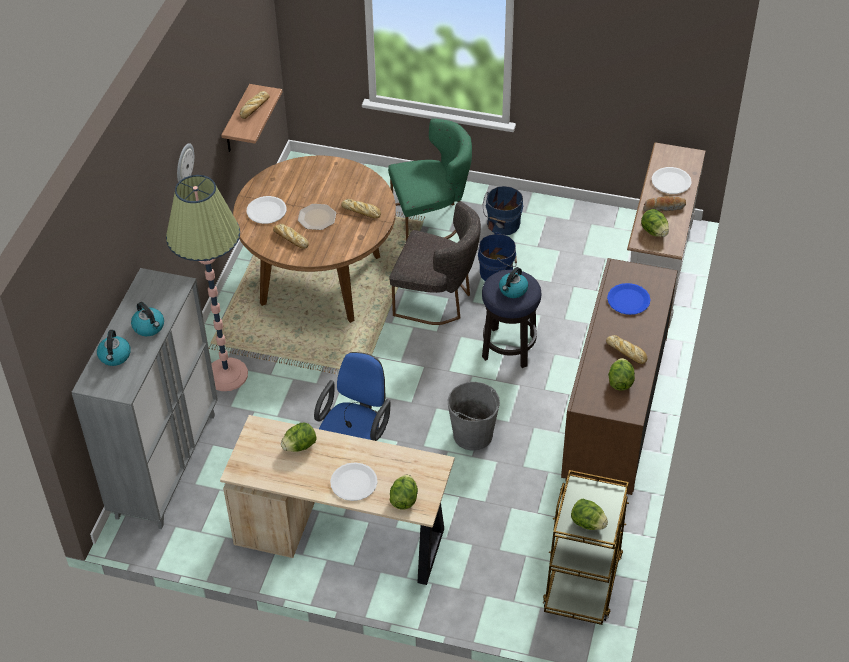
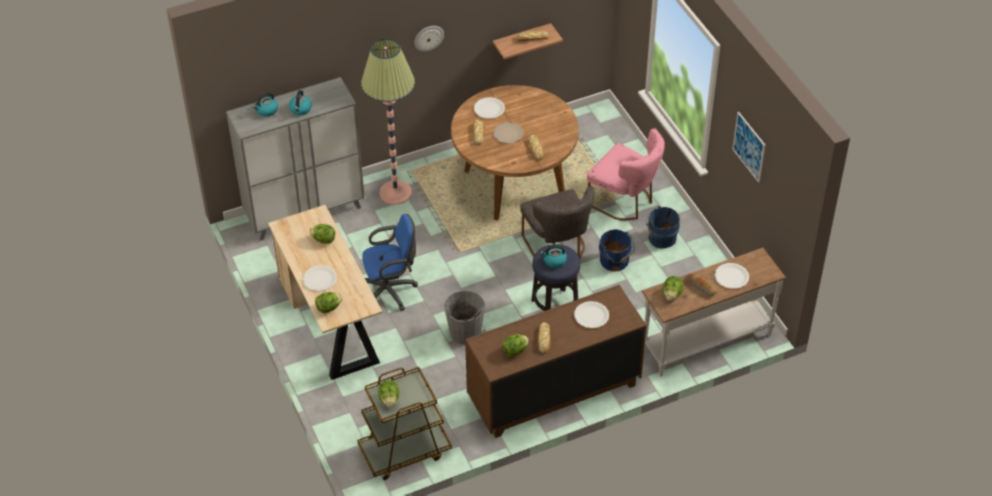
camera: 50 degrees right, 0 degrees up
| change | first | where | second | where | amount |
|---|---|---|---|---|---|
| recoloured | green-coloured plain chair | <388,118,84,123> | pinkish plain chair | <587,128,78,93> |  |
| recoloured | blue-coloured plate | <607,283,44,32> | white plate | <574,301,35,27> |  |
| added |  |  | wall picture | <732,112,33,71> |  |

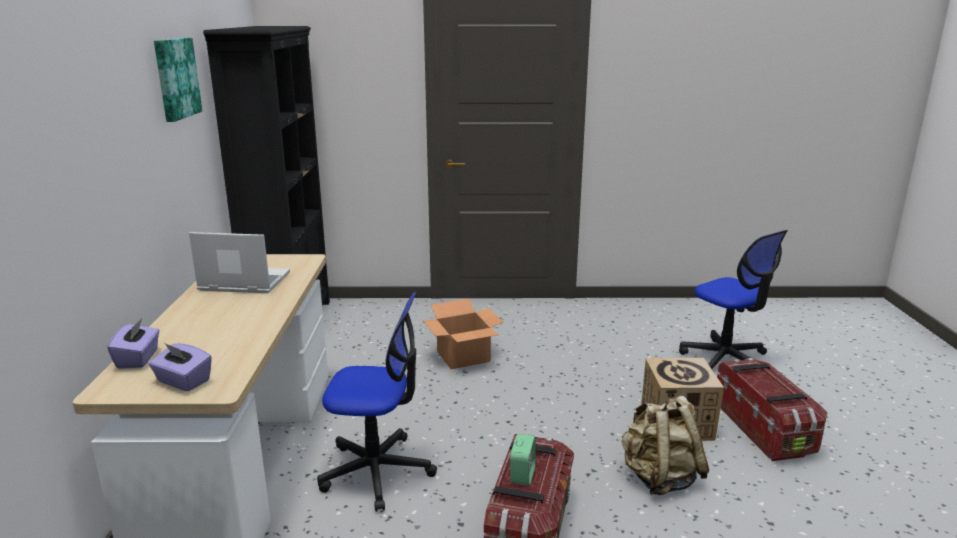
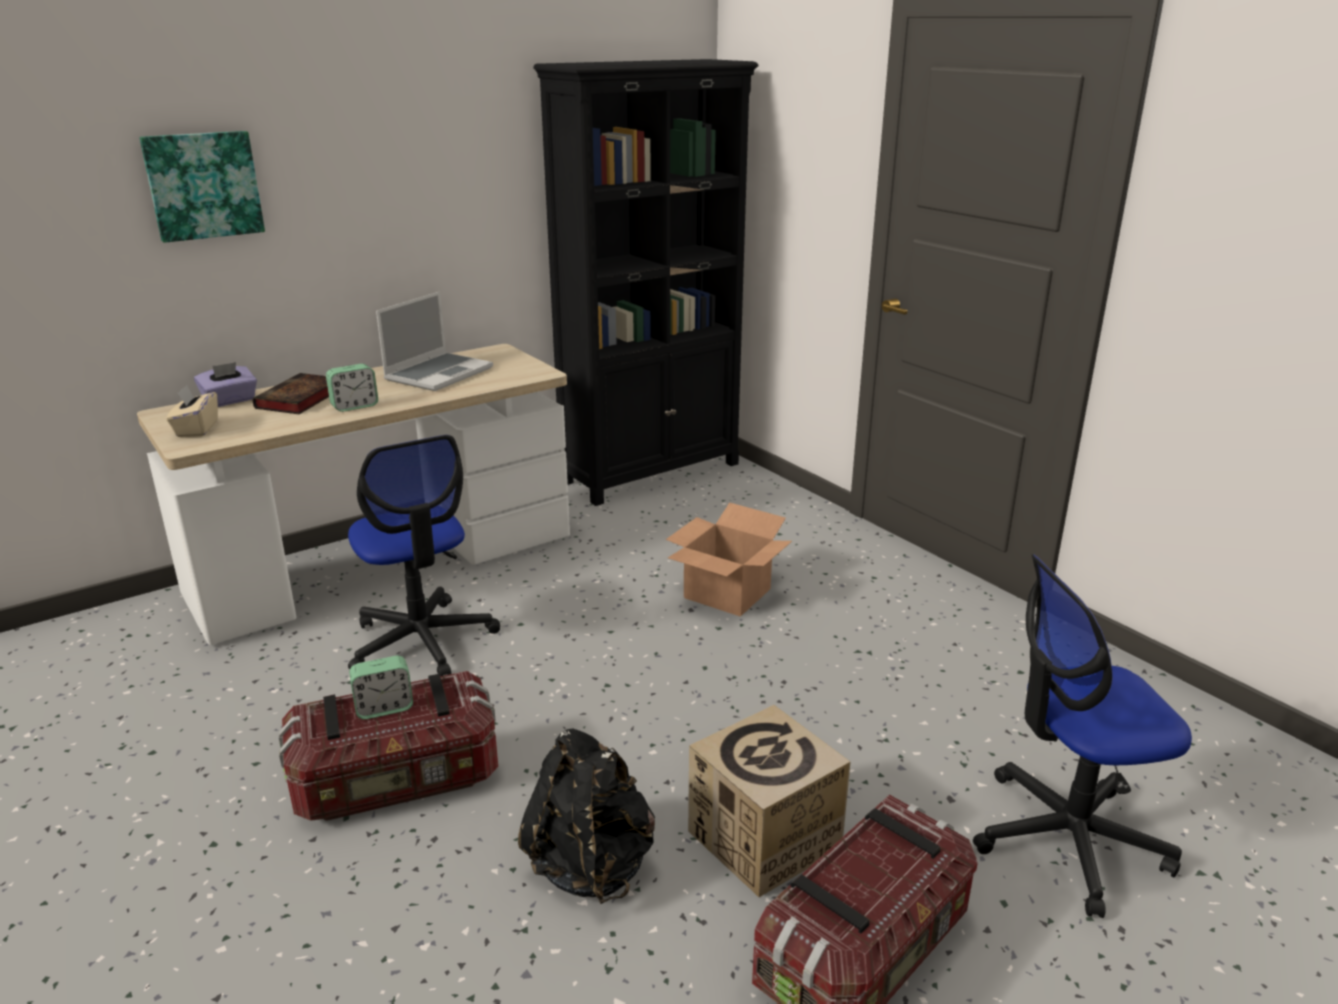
camera: 55 degrees right, 5 degrees up
| change | first | where | second | where | amount |
|---|---|---|---|---|---|
| moved | wall picture | <154,38,48,84> |  | <139,131,126,112> |  |
| turned | computer chair | <679,230,109,139> |  | <973,554,219,364> | 60 degrees clockwise |
| turned | notebook computer | <189,232,101,61> |  | <376,292,117,99> | 60 degrees clockwise |
| recoloured | purple-coloured tissue holder | <149,343,63,48> | beige tissue holder | <166,385,52,52> |  |
| recoloured | beige knapsack | <621,396,88,99> | black-coloured knapsack | <518,728,137,176> |  |
| added |  |  | alarm clock | <326,364,52,48> |  |
| added |  |  | volume | <253,373,76,41> |  |

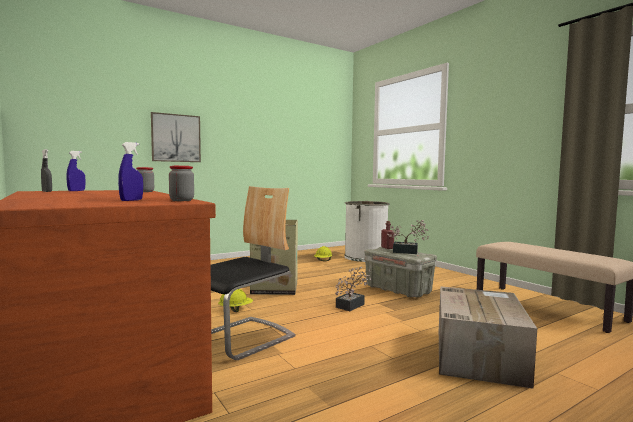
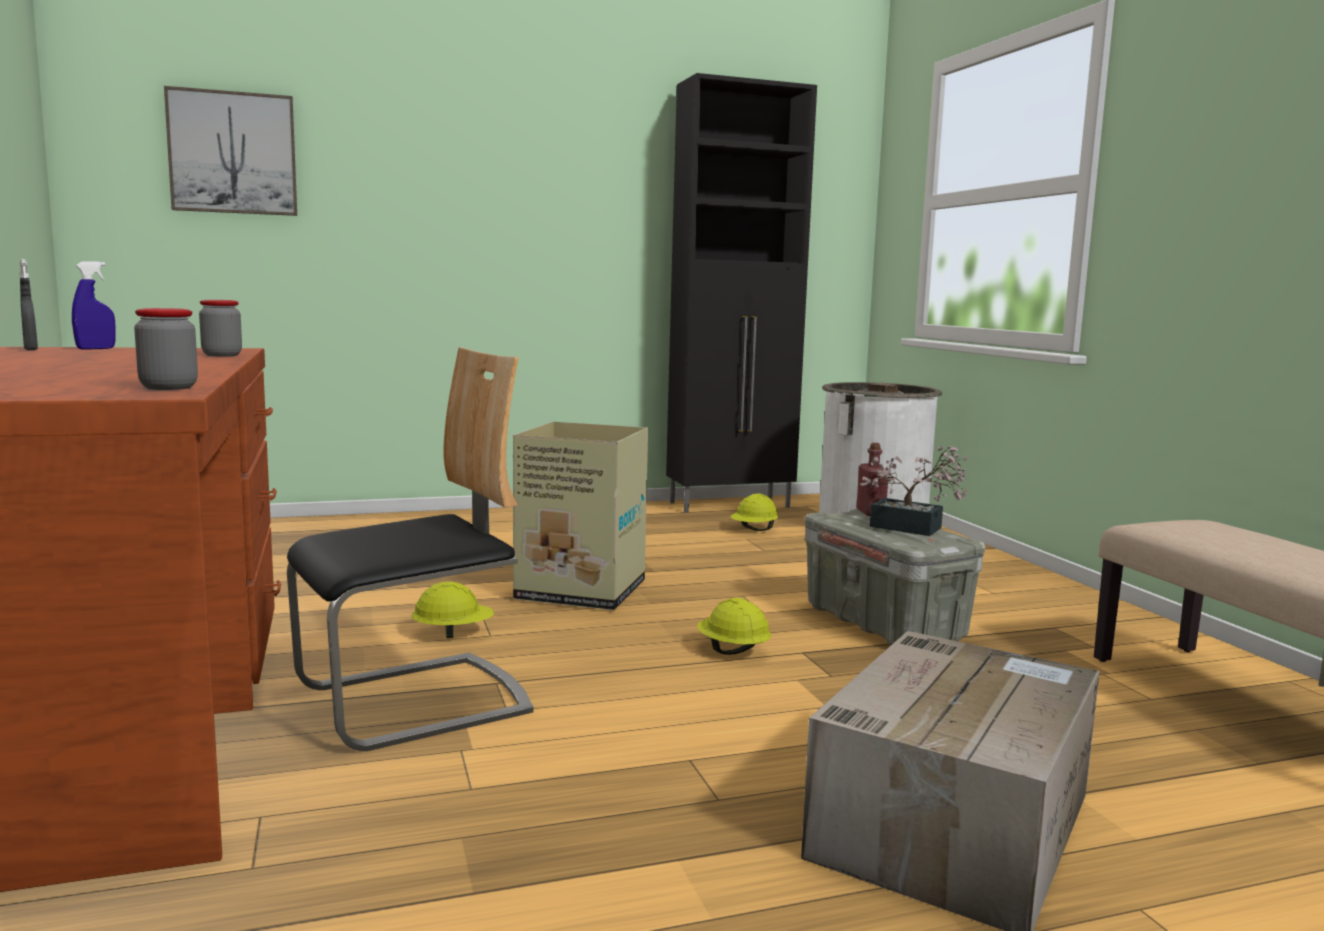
camera: 15 degrees right, 5 degrees up
| change | first | where | second | where | amount |
|---|---|---|---|---|---|
| moved | wall picture | <151,112,50,50> |  | <164,86,133,130> |  |
| removed | blue-coloured hand sprayer | <118,142,25,59> |  |  |  |
| replaced | houseplant | <335,267,37,44> | yellowish safety helmet | <697,598,74,57> |  |
| added |  |  | black-coloured cabinet | <666,73,151,440> |  |

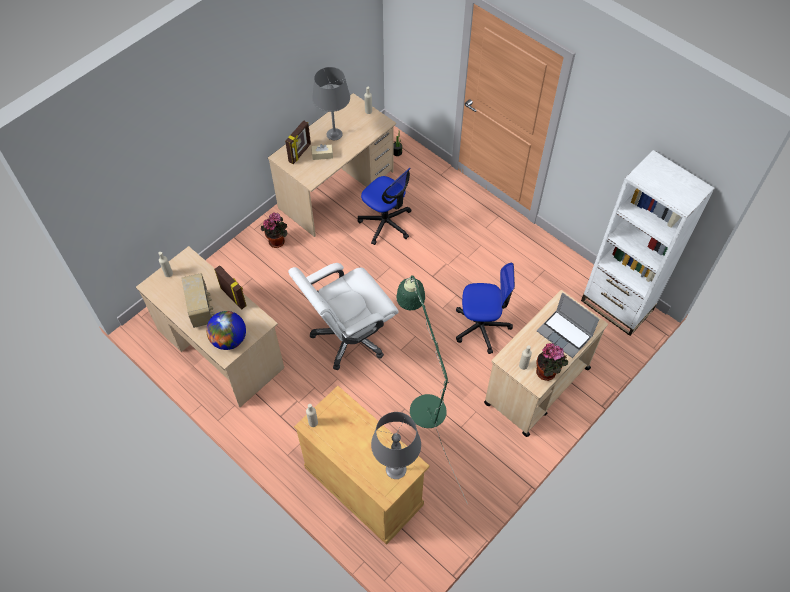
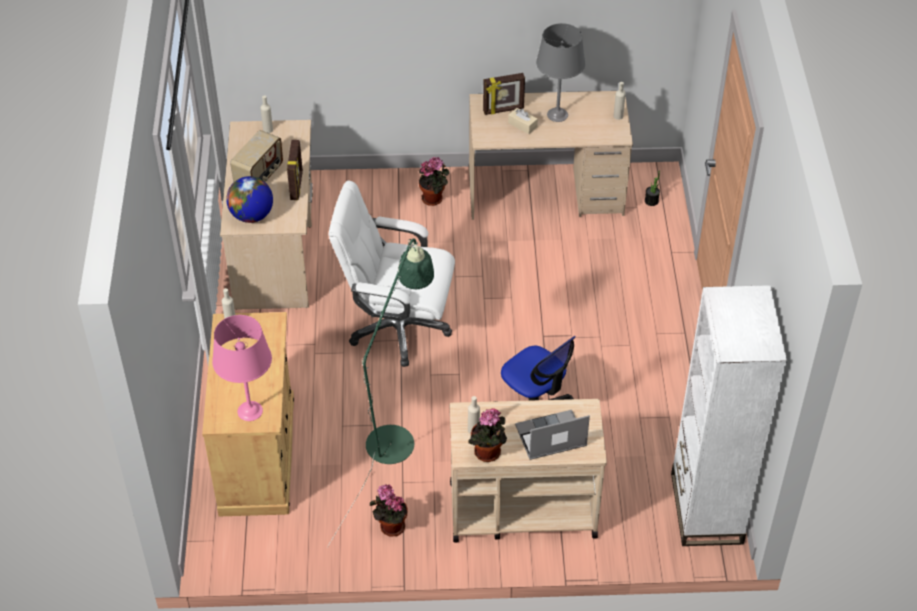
camera: 45 degrees right, 10 degrees down
| change | first | where | second | where | amount |
|---|---|---|---|---|---|
| removed | computer chair | <358,168,54,77> |  |  |  |
| turned | notebook computer | <537,293,62,65> |  | <515,410,75,50> | 75 degrees clockwise |
| recoloured | greyish tabletop lamp | <371,412,50,67> | pinkish tabletop lamp | <212,315,60,106> |  |
| added |  |  | houseplant | <370,484,38,53> |  |

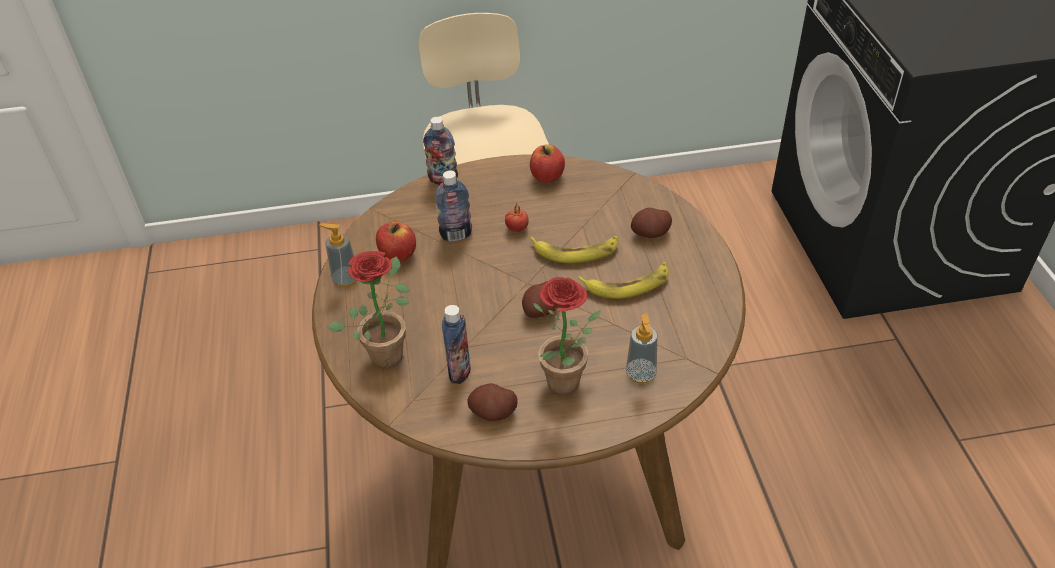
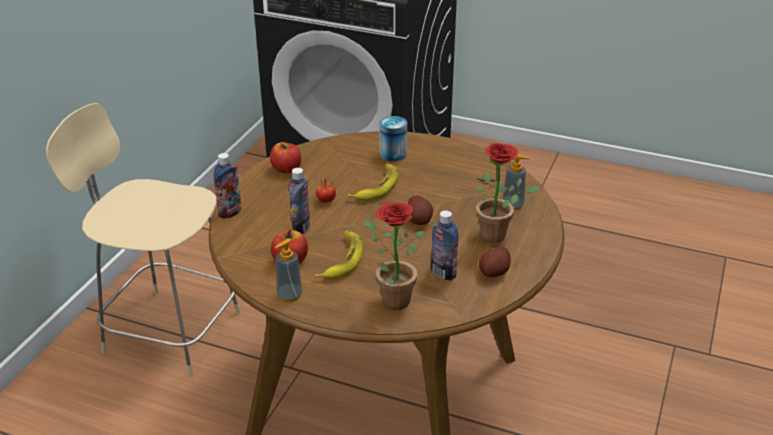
camera: 60 degrees left, 10 degrees down
| change | first | where | second | where | amount |
|---|---|---|---|---|---|
| replaced | whole potato | <631,208,41,30> | sealed can | <380,116,27,46> |  |
| moved | banana | <578,262,91,37> |  | <315,231,49,48> |  |

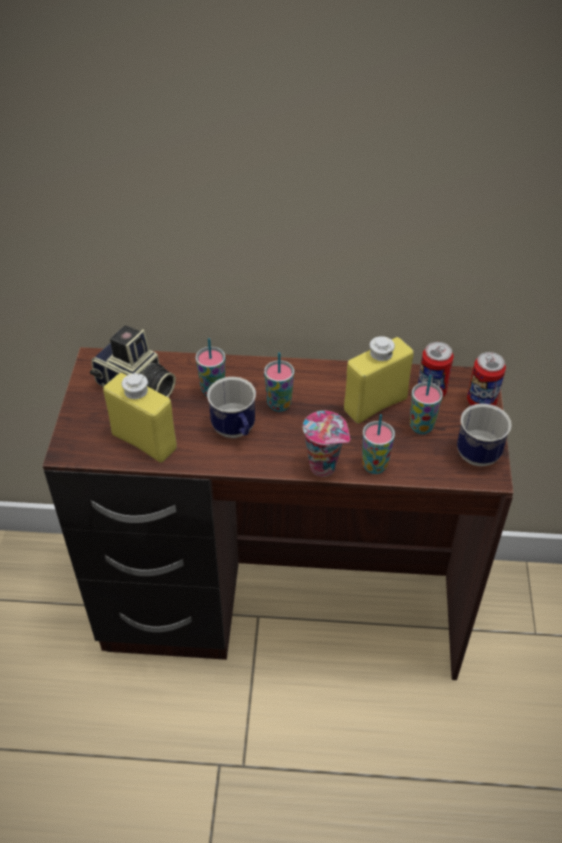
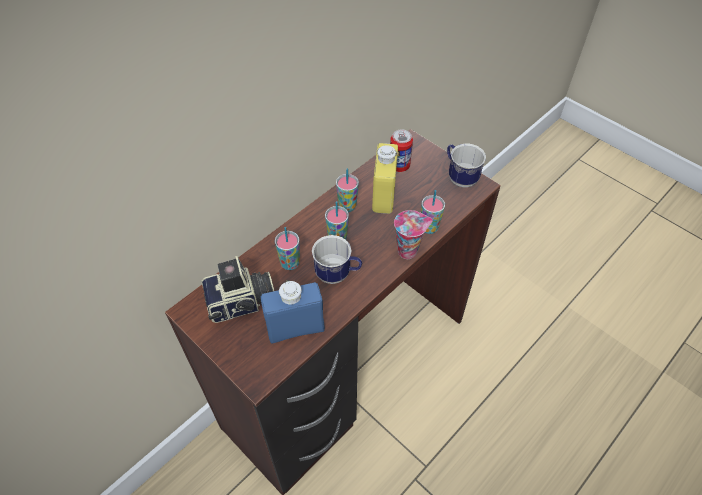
camera: 50 degrees left, 5 degrees up
| change | first | where | second | where | amount |
|---|---|---|---|---|---|
| removed | sealed can | <467,352,39,54> |  |  |  |
| recoloured | yellowish bottle | <103,373,74,90> | blue-coloured bottle | <261,280,64,64> |  |
| moved | cup | <410,375,33,59> |  | <336,168,23,44> |  |

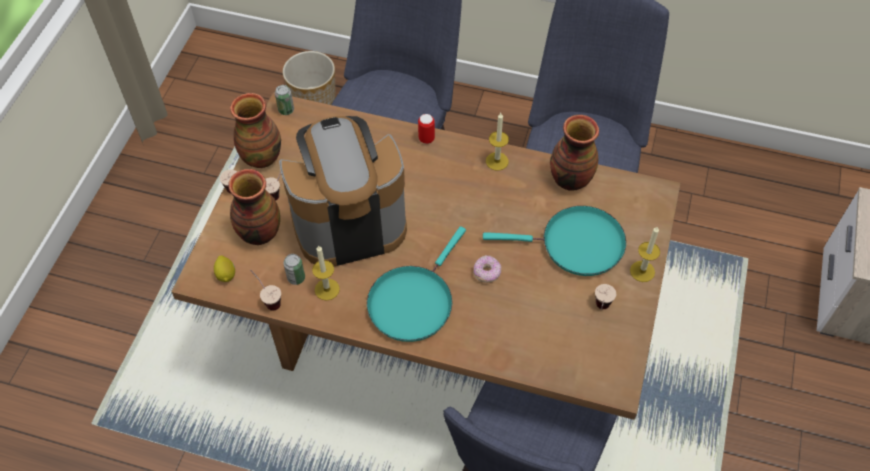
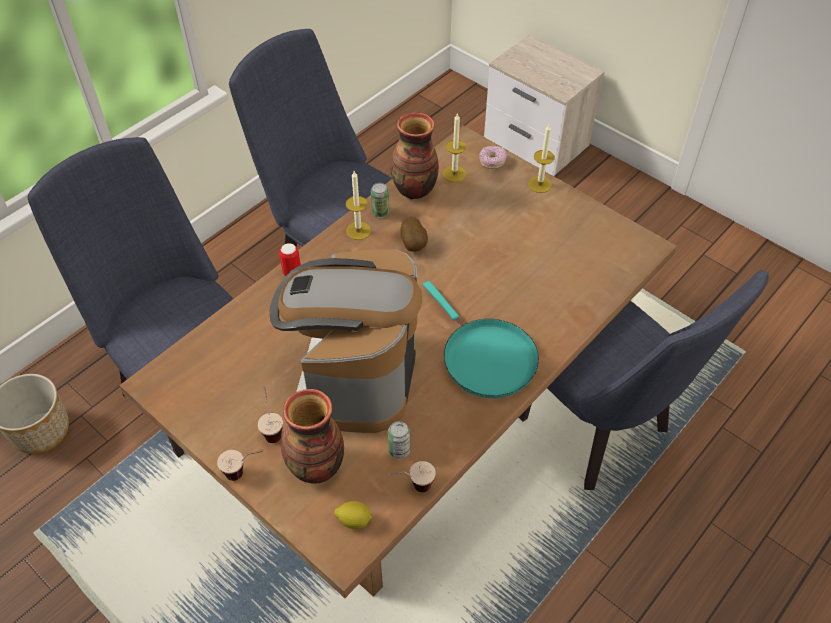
camera: 65 degrees left, 5 degrees down
| change | first | where | second | where | amount |
|---|---|---|---|---|---|
| moved | sealed can | <275,85,19,30> |  | <371,183,18,34> |  |
| removed | flower vase | <230,93,51,75> |  |  |  |
| removed | turquoise-coloured frying pan | <483,206,143,70> |  |  |  |
| moved | candle | <312,245,28,56> |  | <443,113,23,69> |  |
| moved | doughnut | <473,256,28,27> |  | <479,146,28,23> |  |
| removed | cup | <595,284,21,26> |  |  |  |
| added |  |  | whole potato | <401,217,27,35> |  |

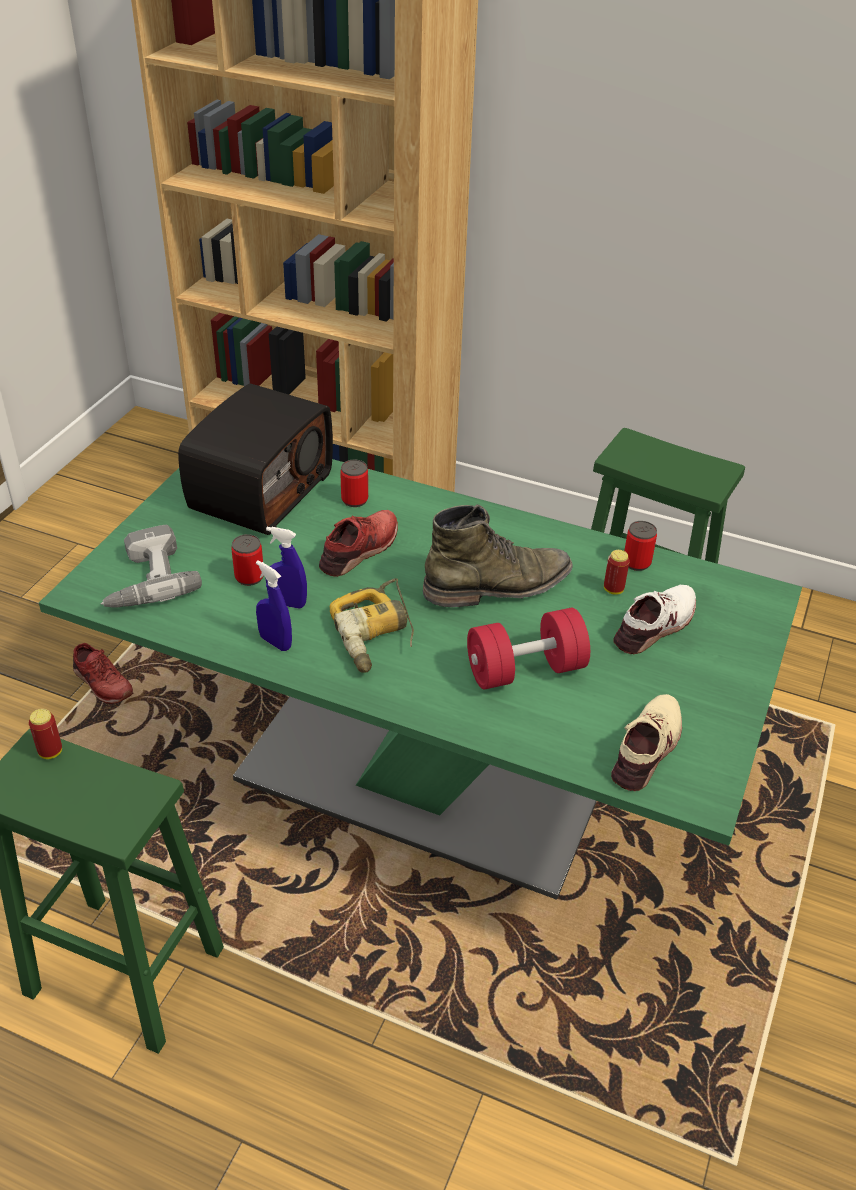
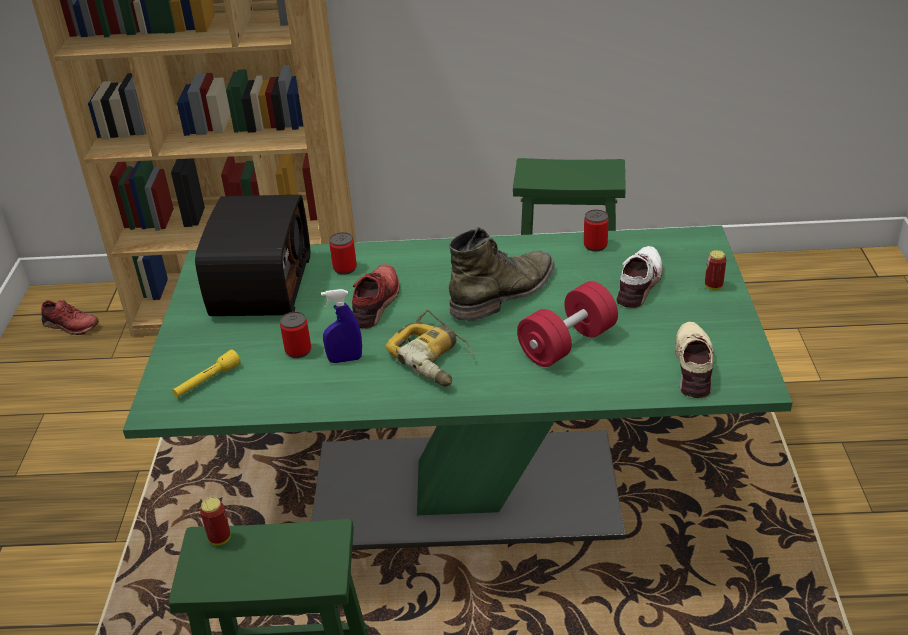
camera: 20 degrees left, 5 degrees down
| change | first | where | second | where | amount |
|---|---|---|---|---|---|
| replaced | electric drill | <101,525,101,83> | yellowish flashlight | <172,350,69,48> |  |
| moved | sealed can | <604,550,26,45> |  | <705,250,21,40> |  |
| removed | blue-coloured hand sprayer | <256,560,36,91> |  |  |  |
| moved | reddish low shoe | <73,643,61,61> |  | <41,300,58,35> |  |

